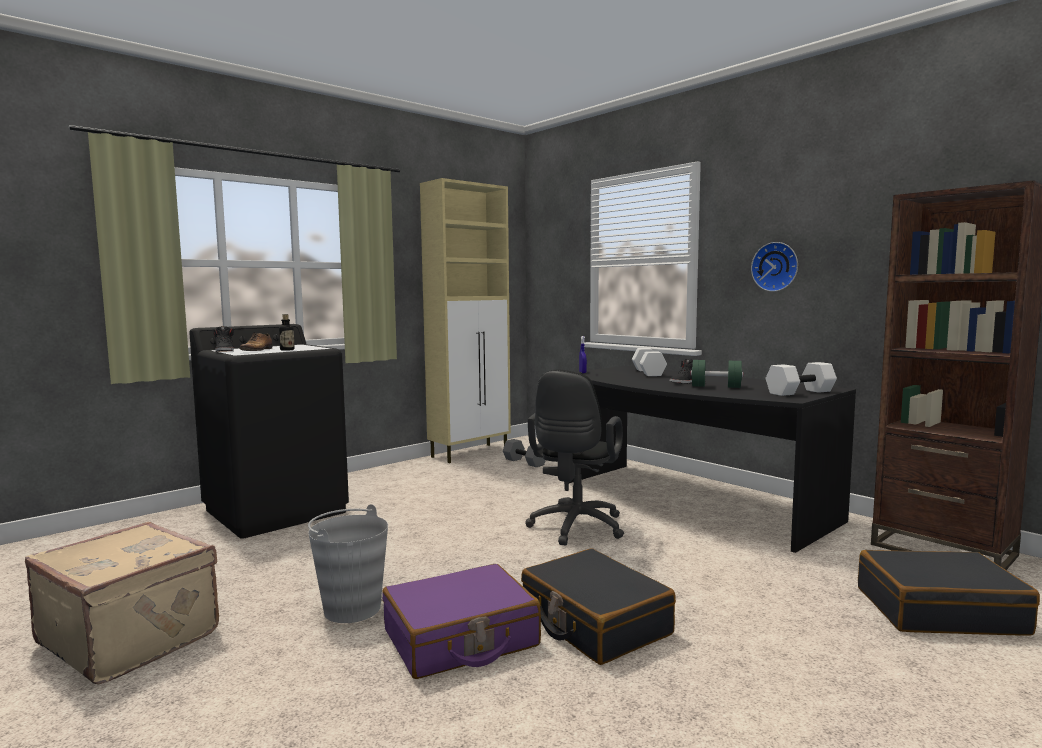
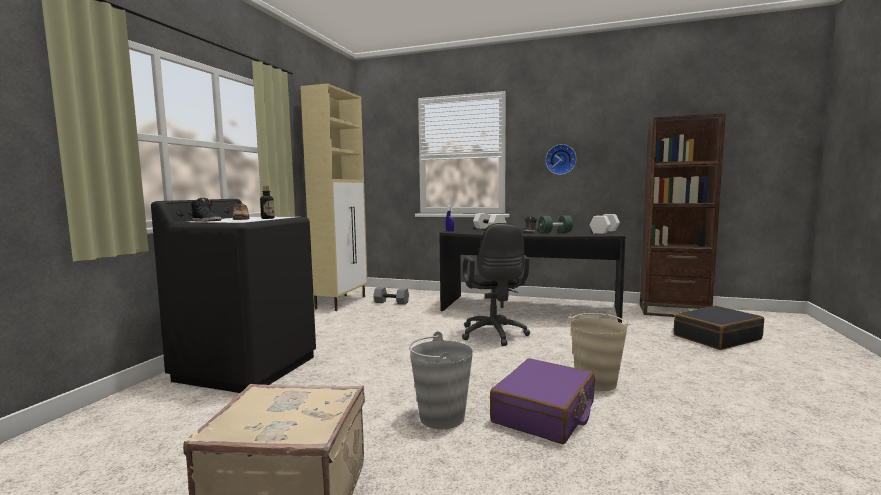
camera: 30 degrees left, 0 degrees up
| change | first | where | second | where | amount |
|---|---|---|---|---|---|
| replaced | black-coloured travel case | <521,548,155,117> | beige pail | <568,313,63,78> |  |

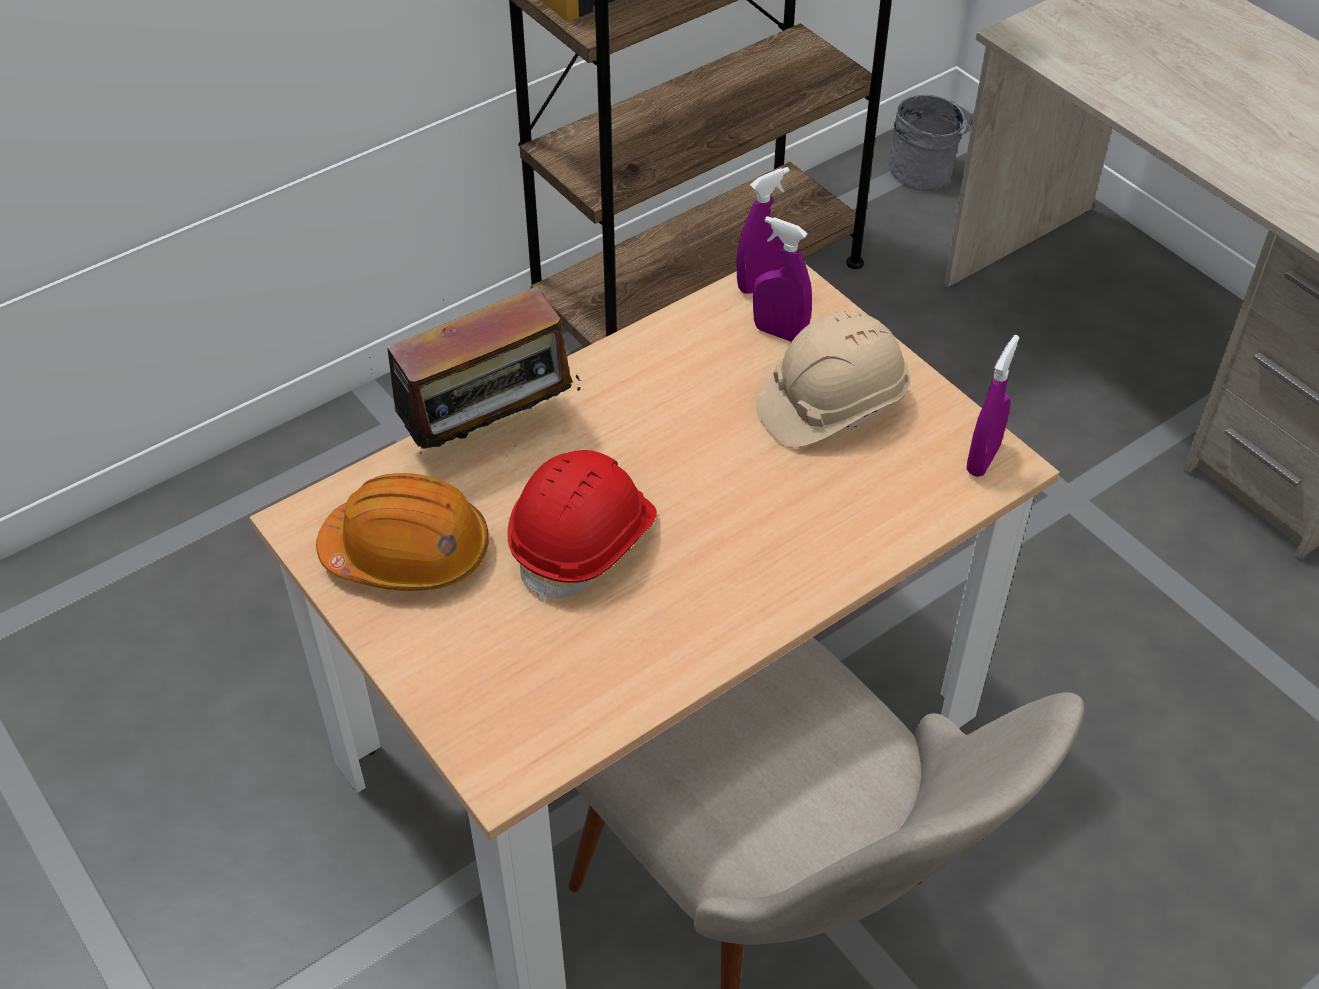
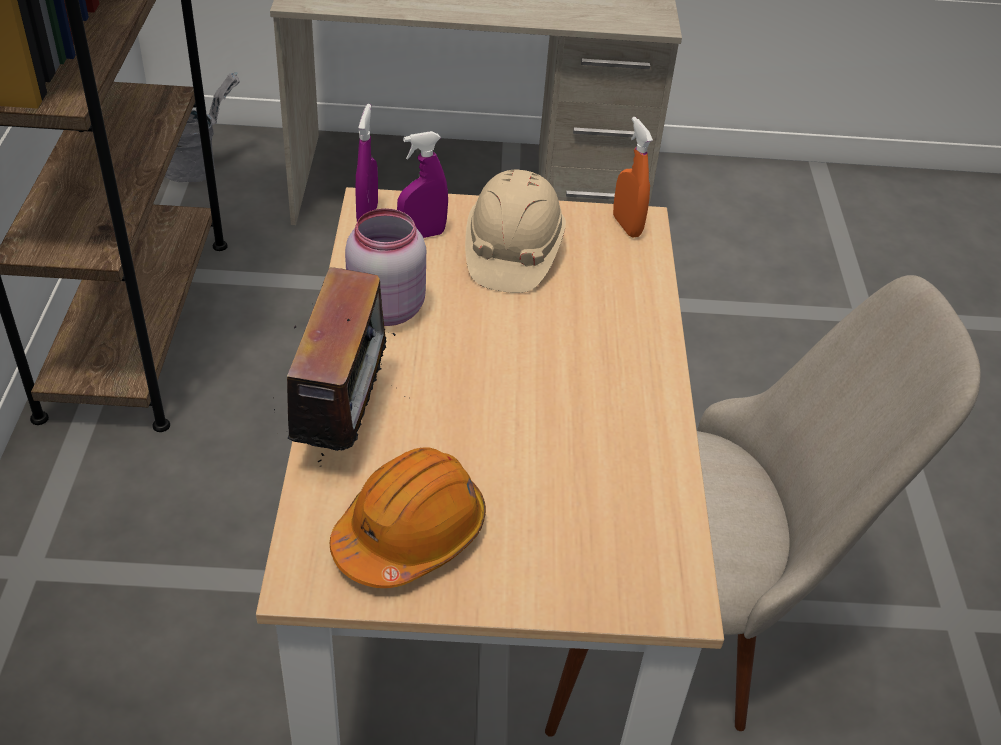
camera: 55 degrees left, 5 degrees down
| change | first | where | second | where | amount |
|---|---|---|---|---|---|
| recoloured | purple-coloured hand sprayer | <967,335,52,142> | orange hand sprayer | <613,117,40,121> |  |
| removed | reddish safety helmet | <507,450,150,152> |  |  |  |
| added |  |  | pinkish jar | <345,208,81,118> |  |

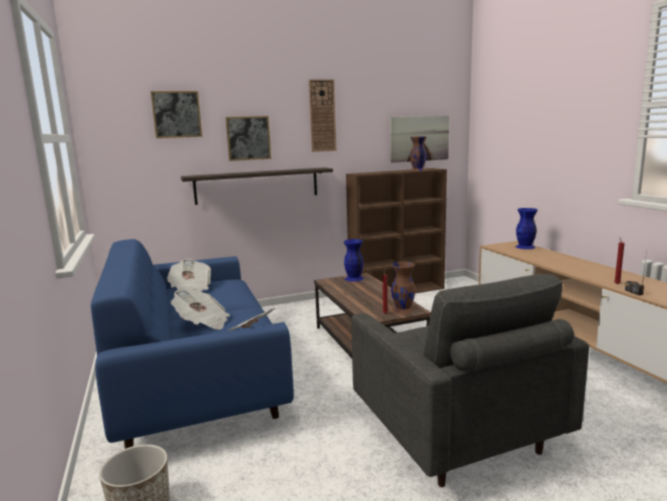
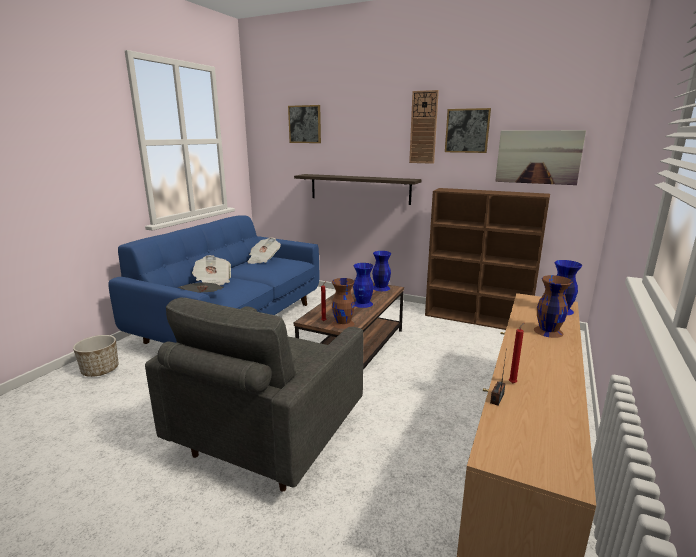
camera: 45 degrees right, 5 degrees up
| change | first | where | second | where | amount |
|---|---|---|---|---|---|
| moved | wall picture | <226,116,45,45> |  | <445,108,46,45> |  |
| moved | brown flower vase | <410,136,17,35> |  | <534,275,39,63> |  |
| added |  |  | blue-coloured flower vase | <353,263,21,45> |  |

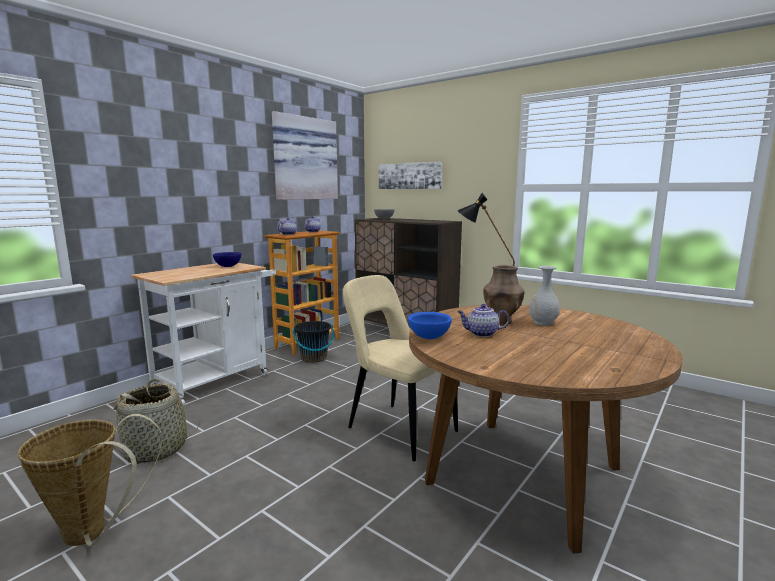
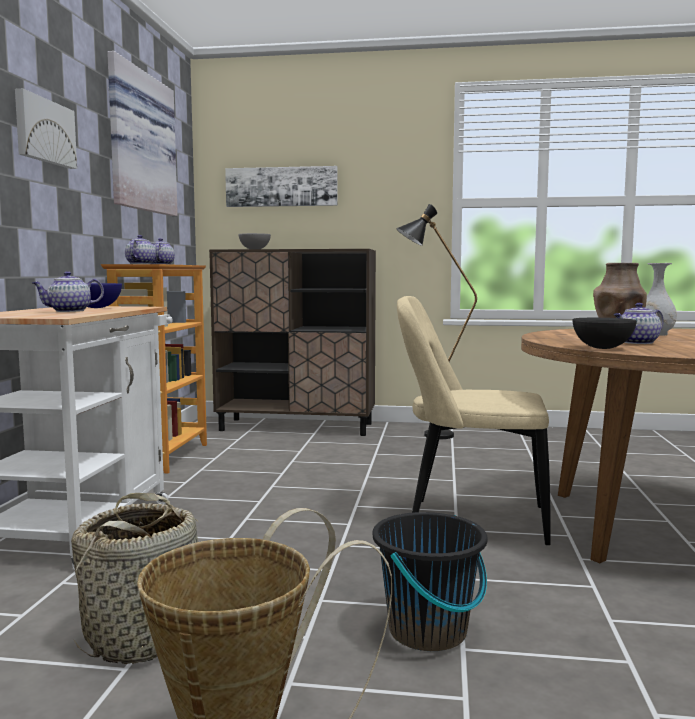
camera: 30 degrees left, 5 degrees down
| change | first | where | second | where | amount |
|---|---|---|---|---|---|
| recoloured | blue-coloured serving bowl | <408,312,44,27> | black-coloured serving bowl | <572,318,65,31> |  |
| moved | black-coloured pail | <292,321,42,42> |  | <373,512,114,139> |  |
| added |  |  | wall picture | <15,88,62,81> |  |
| added |  |  | teapot | <32,271,72,41> |  |

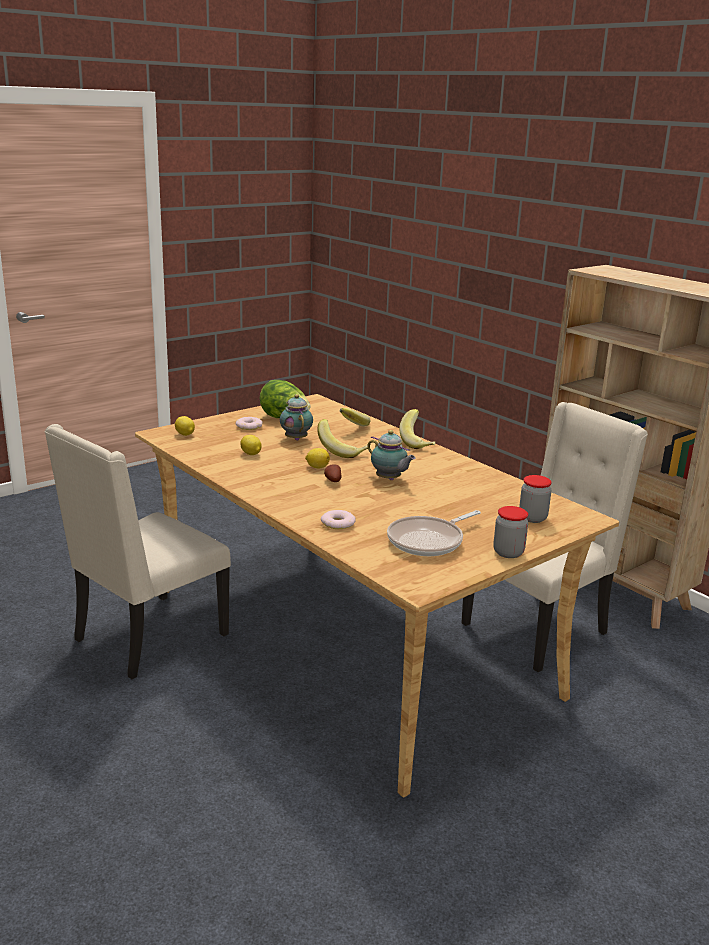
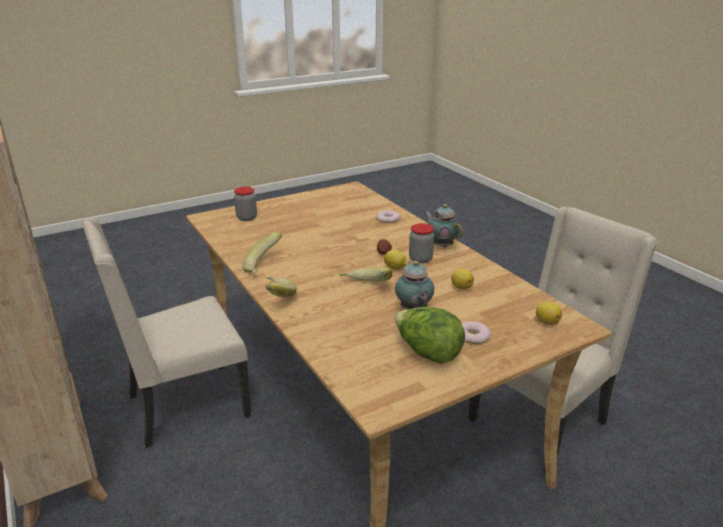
camera: 170 degrees left, 5 degrees up
| change | first | where | second | where | amount |
|---|---|---|---|---|---|
| moved | banana | <340,408,31,19> |  | <242,232,40,41> |  |
| moved | teapot | <367,430,48,50> |  | <424,204,39,44> |  |
| moved | jar | <494,506,34,52> |  | <409,223,25,40> |  |
| removed | frying pan | <387,510,94,46> |  |  |  |

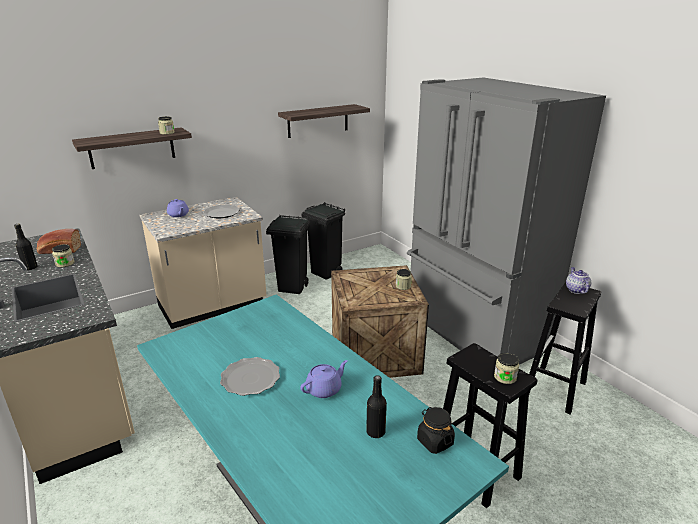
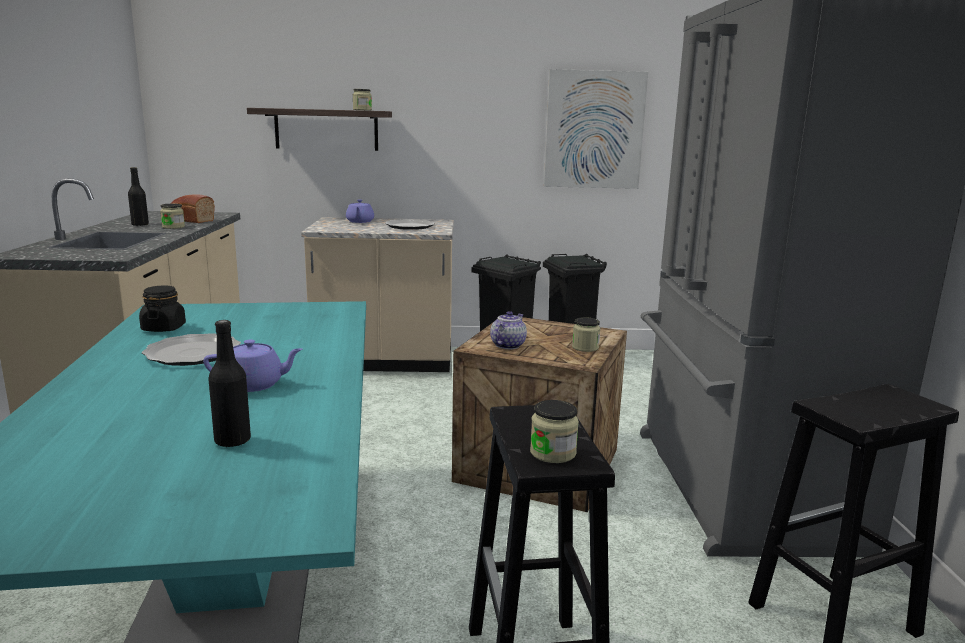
camera: 30 degrees right, 10 degrees down
| change | first | where | second | where | amount |
|---|---|---|---|---|---|
| replaced | shelf | <278,104,92,34> | wall picture | <544,69,104,120> |  |
| moved | teapot | <566,267,25,27> |  | <490,311,37,38> |  |
| moved | black-coloured jar | <417,407,38,47> |  | <139,285,47,47> |  |

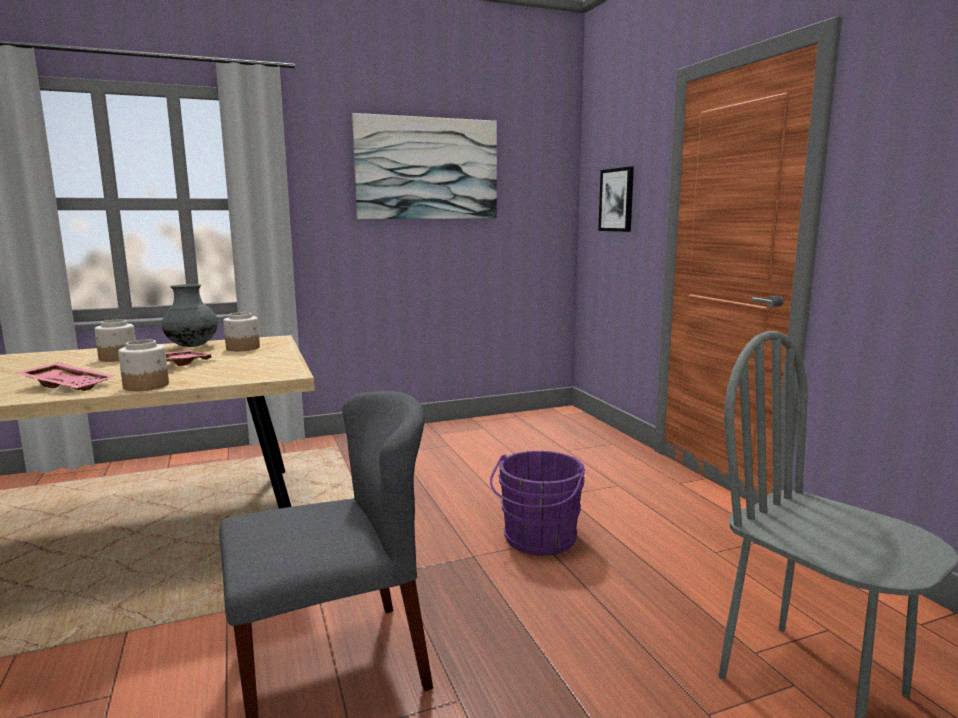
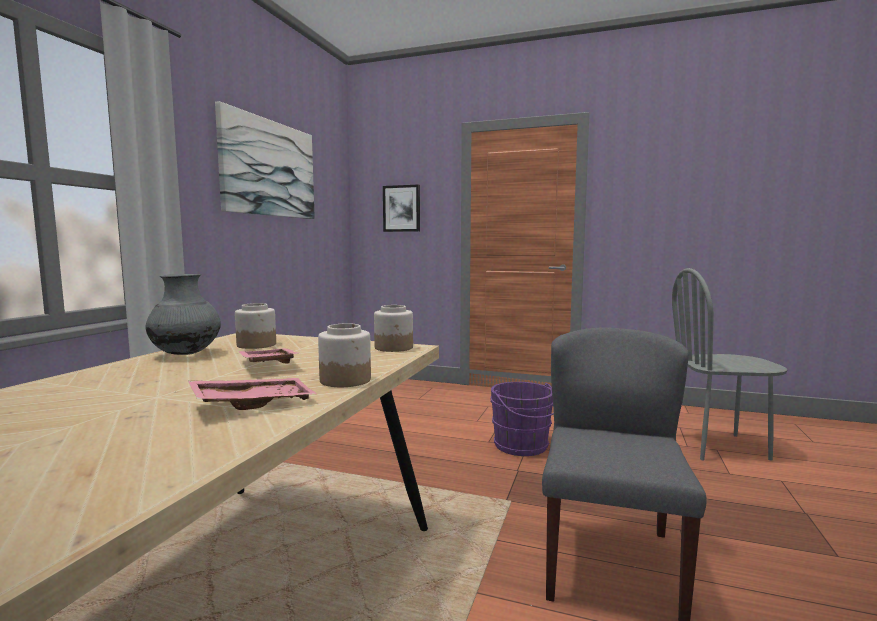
camera: 50 degrees left, 5 degrees down
| change | first | where | second | where | amount |
|---|---|---|---|---|---|
| moved | jar | <94,320,42,42> |  | <374,305,39,47> |  |

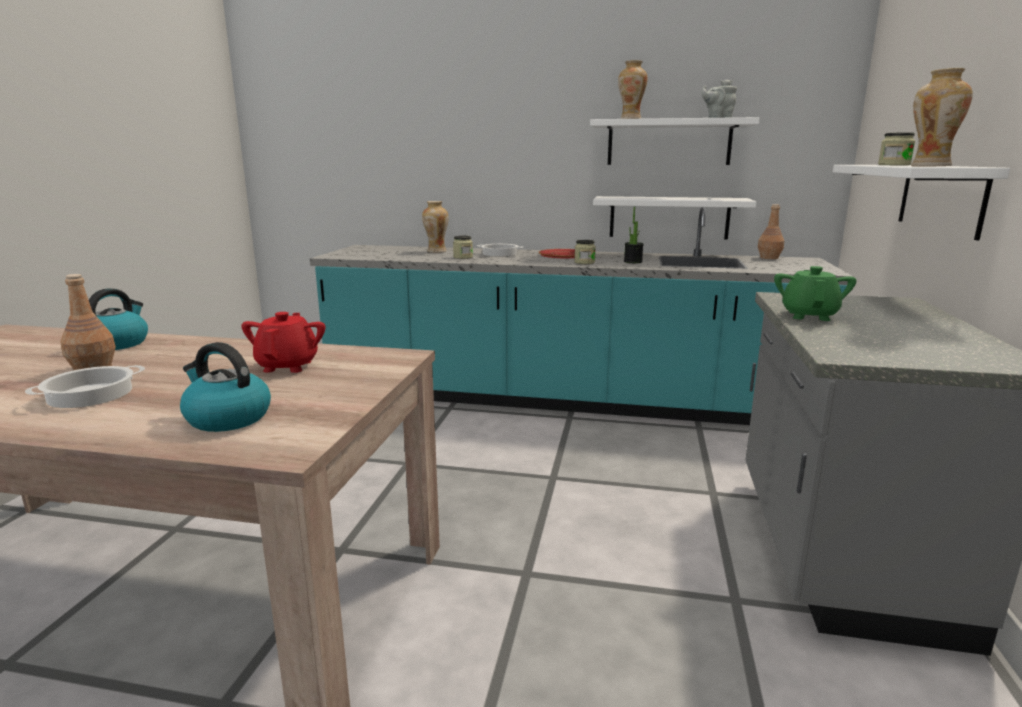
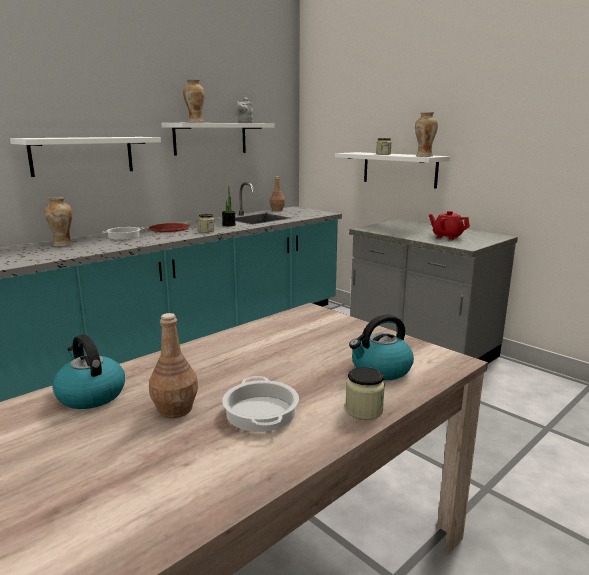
camera: 55 degrees left, 0 degrees up
| change | first | where | second | where | amount |
|---|---|---|---|---|---|
| moved | white shelf | <593,196,163,43> |  | <10,137,151,40> |  |
| moved | jar | <453,236,20,23> |  | <345,367,40,53> |  |
| removed | green-coloured teapot | <774,266,83,55> |  |  |  |
| moved | reddish teapot | <241,312,84,61> |  | <429,211,41,29> |  |

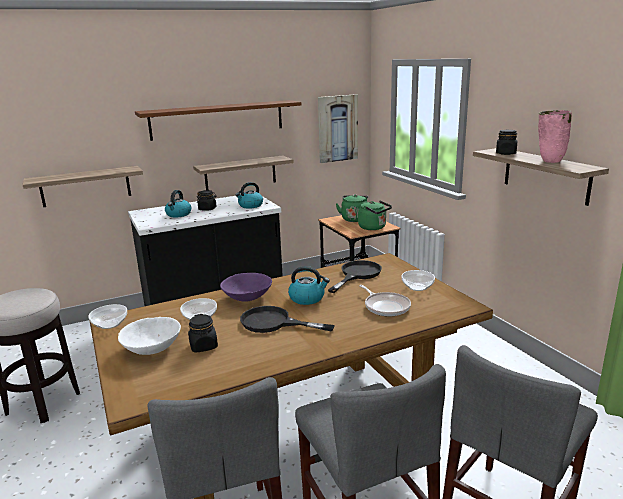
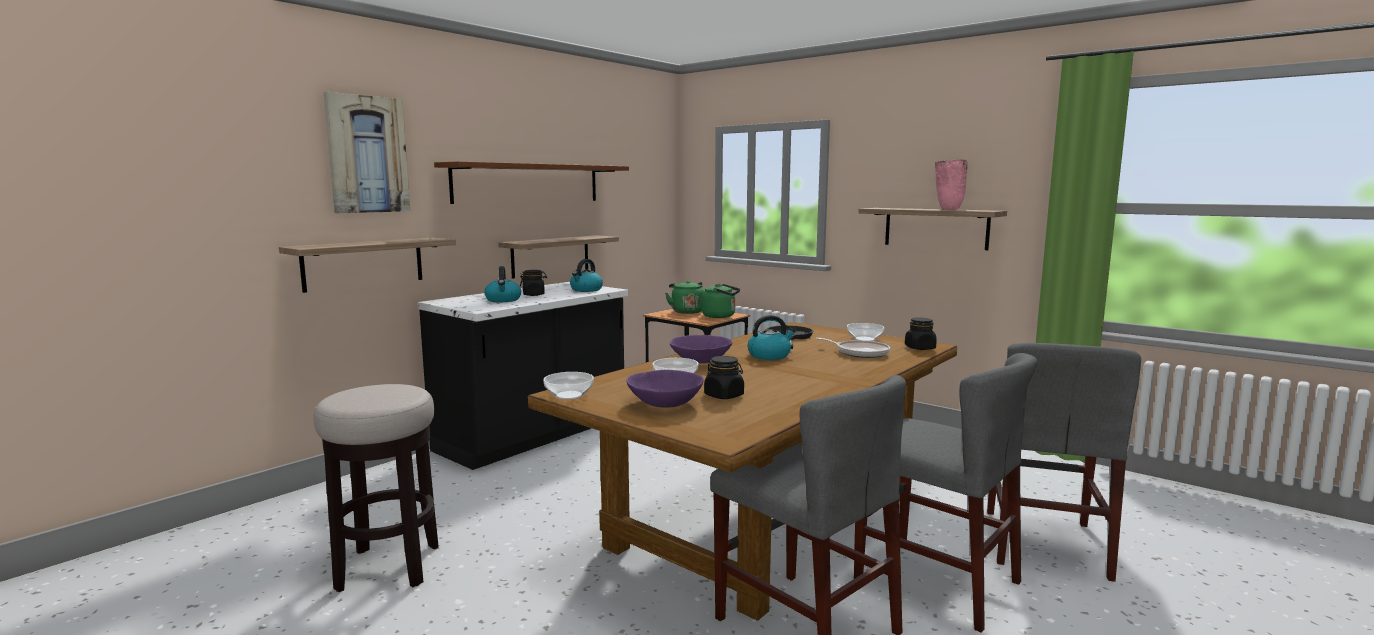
camera: 25 degrees left, 10 degrees down
| change | first | where | second | where | amount |
|---|---|---|---|---|---|
| moved | wall picture | <318,94,40,69> |  | <324,92,86,121> |  |
| moved | black-coloured jar | <496,130,21,25> |  | <905,317,32,33> |  |
| removed | black-coloured frying pan | <240,306,95,27> |  |  |  |
| recoloured | white serving bowl | <118,317,63,38> | purple-coloured serving bowl | <626,370,78,38> |  |

